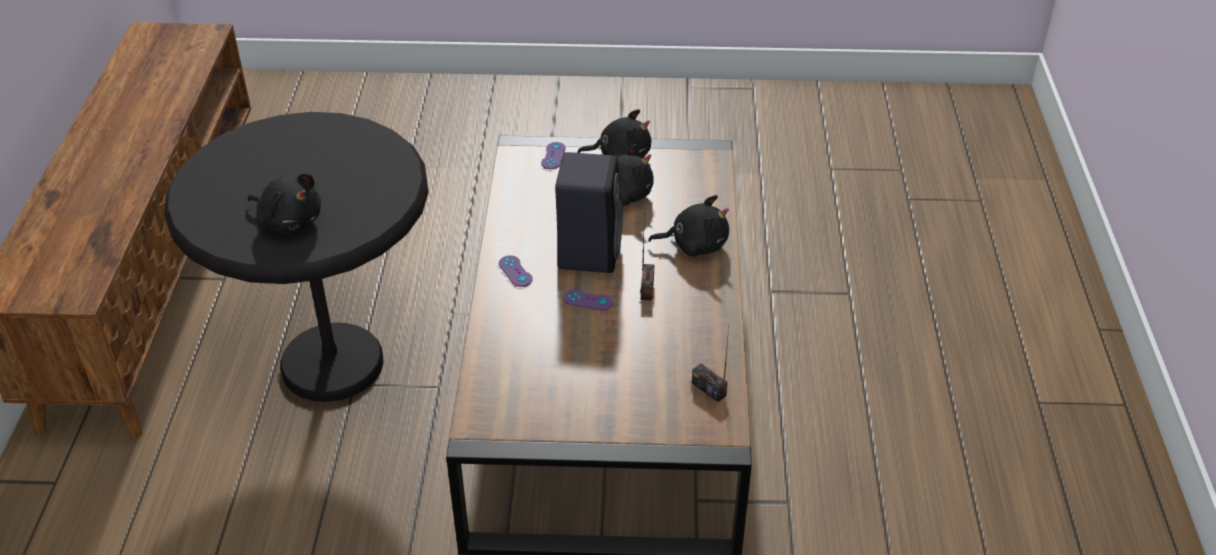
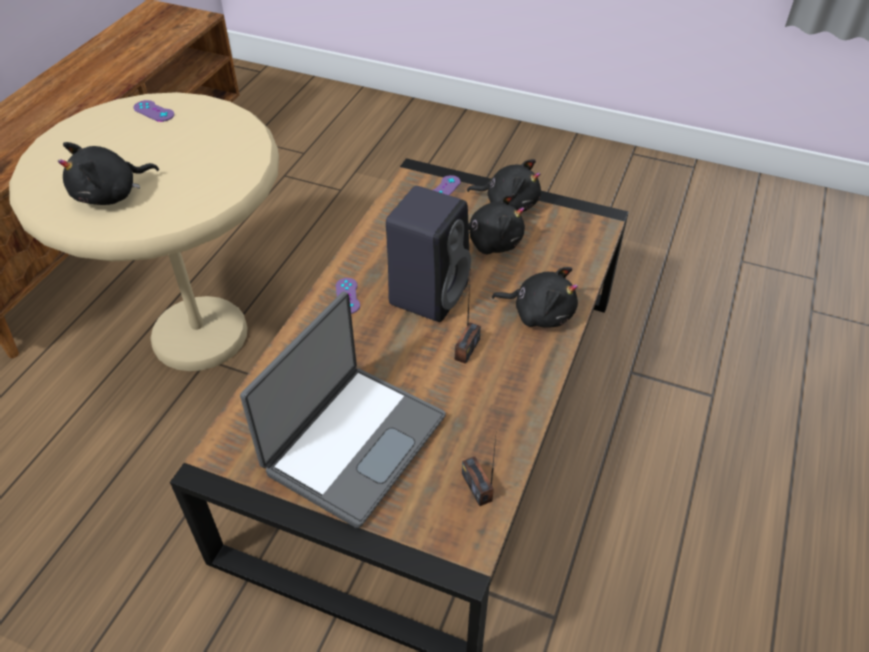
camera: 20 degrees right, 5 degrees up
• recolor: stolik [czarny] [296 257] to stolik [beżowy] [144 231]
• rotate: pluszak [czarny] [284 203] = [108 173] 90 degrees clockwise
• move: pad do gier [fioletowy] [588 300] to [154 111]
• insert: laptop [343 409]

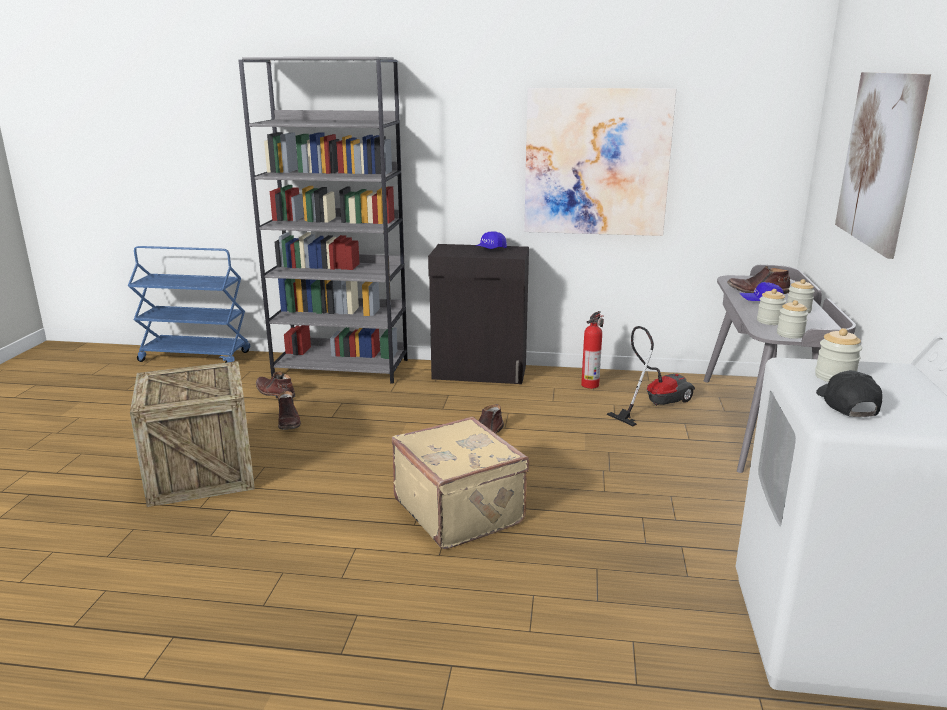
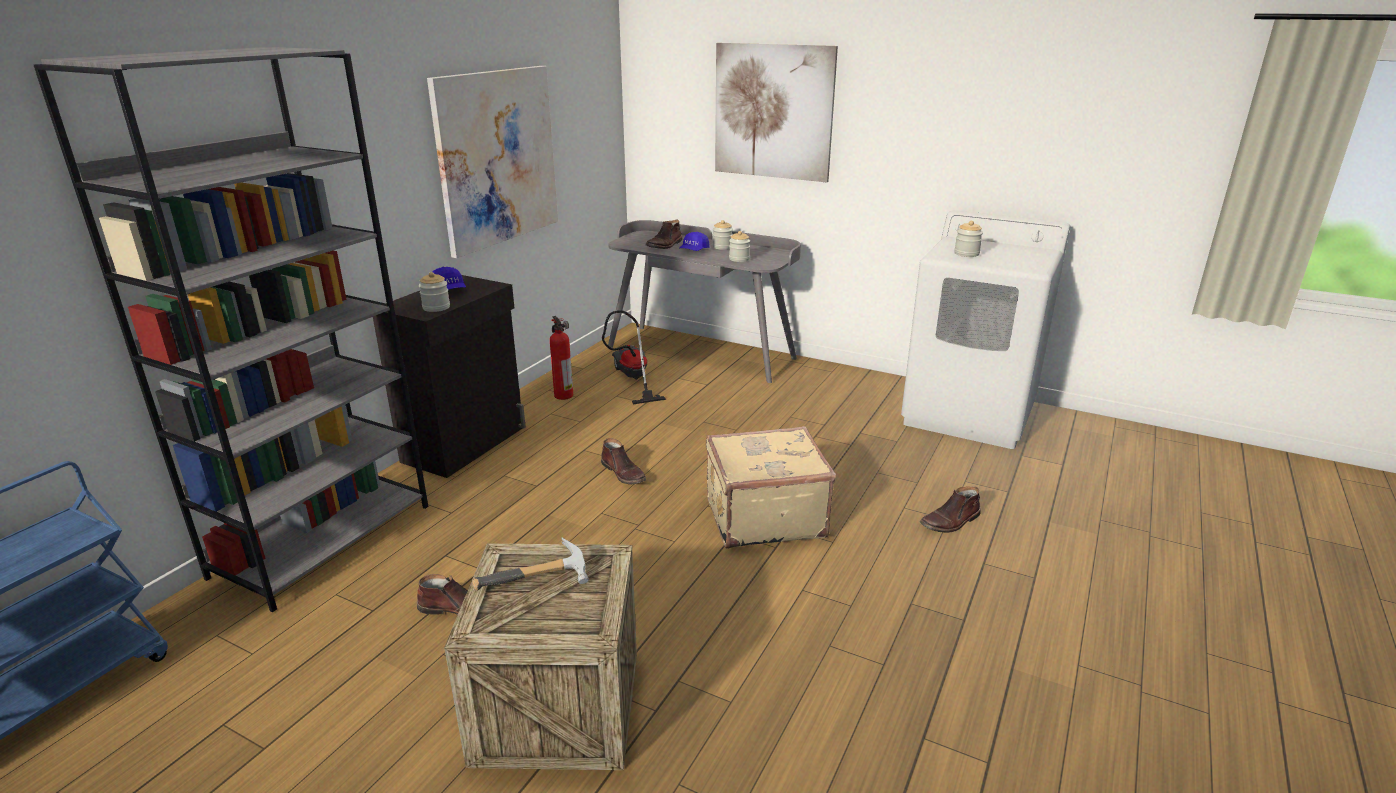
camera: 70 degrees left, 5 degrees up
• move: but z cholewką [brązowy] [275 385] to [950 510]
• move: słoik [792 319] to [434 292]
• delete: czapka z daszkiem [czarny] [849 393]
• insert: młotek [530 564]

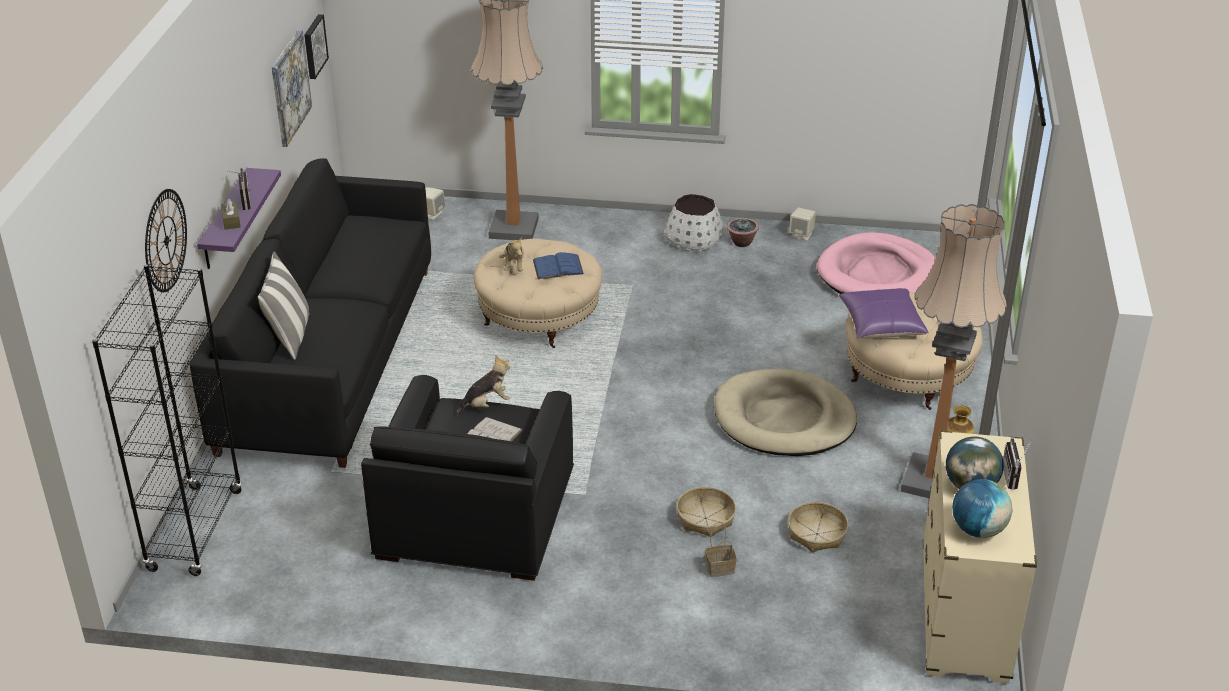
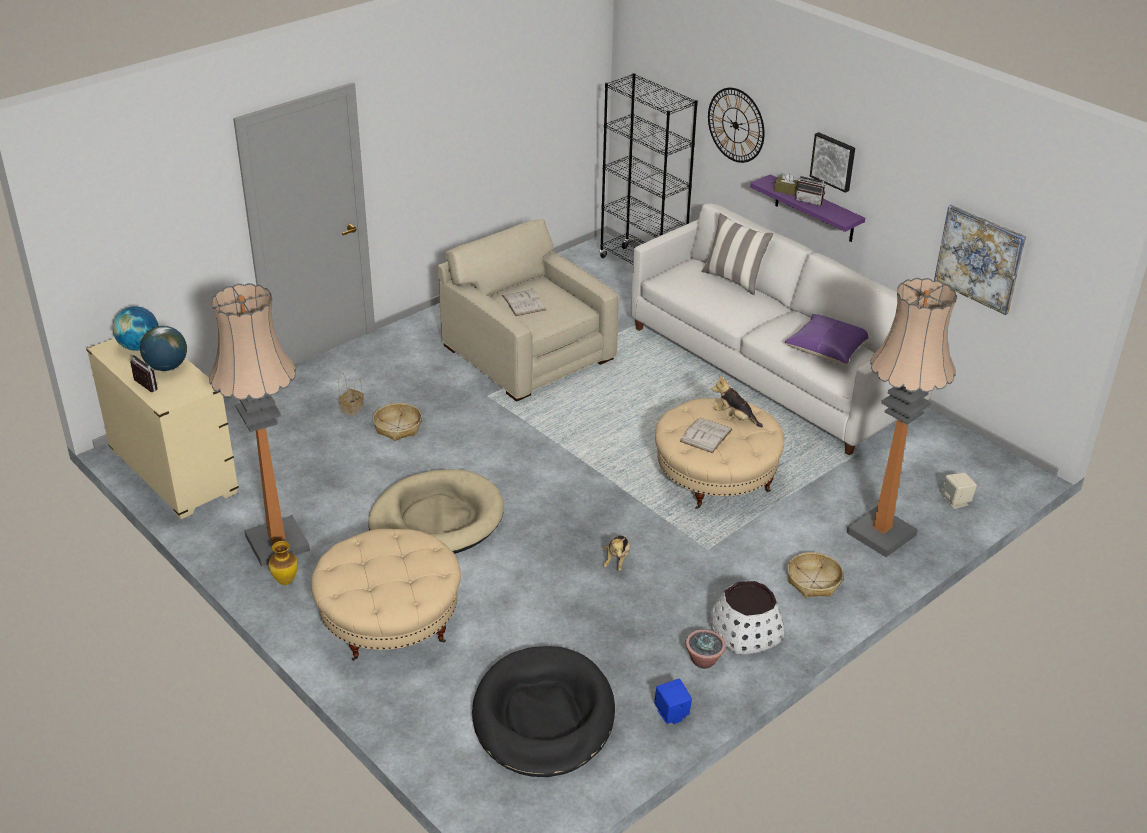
camera: 130 degrees right, 0 degrees up
• recolor: kanapa [czarny] [310 313] to kanapa [biały] [781 329]
• move: obraz [316 46] to [832 162]
• recolor: fotel [czarny] [467 478] to fotel [beżowy] [528 310]
• move: pluszak [482 385] to [616 553]
• recolor: książka [niebieski] [558 265] to książka [biały] [706 435]
• move: koszyk [818 527] to [815 575]
• recolor: głośnik [beżowy] [802 223] to głośnik [niebieski] [673 701]
• recolor: legowisko [różowy] [876 263] to legowisko [czarny] [543 711]
• move: poduszka [fioletowy] [884 313] to [826 339]

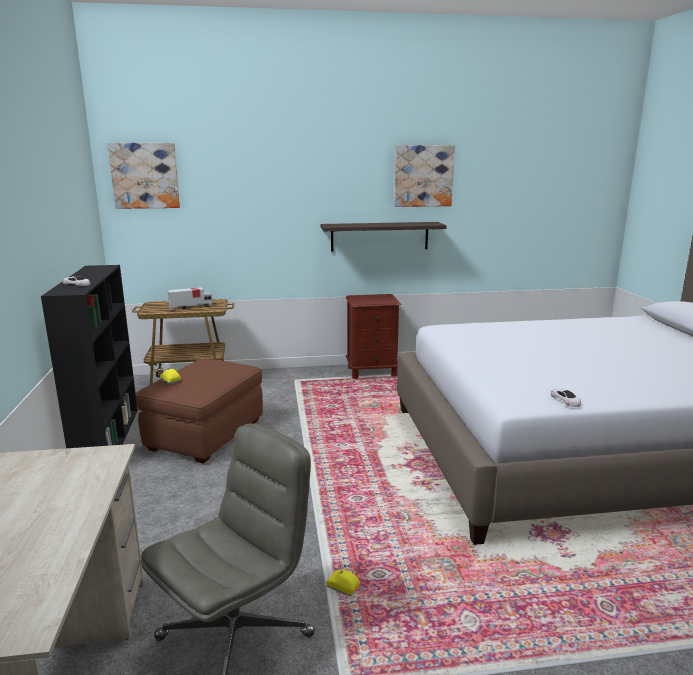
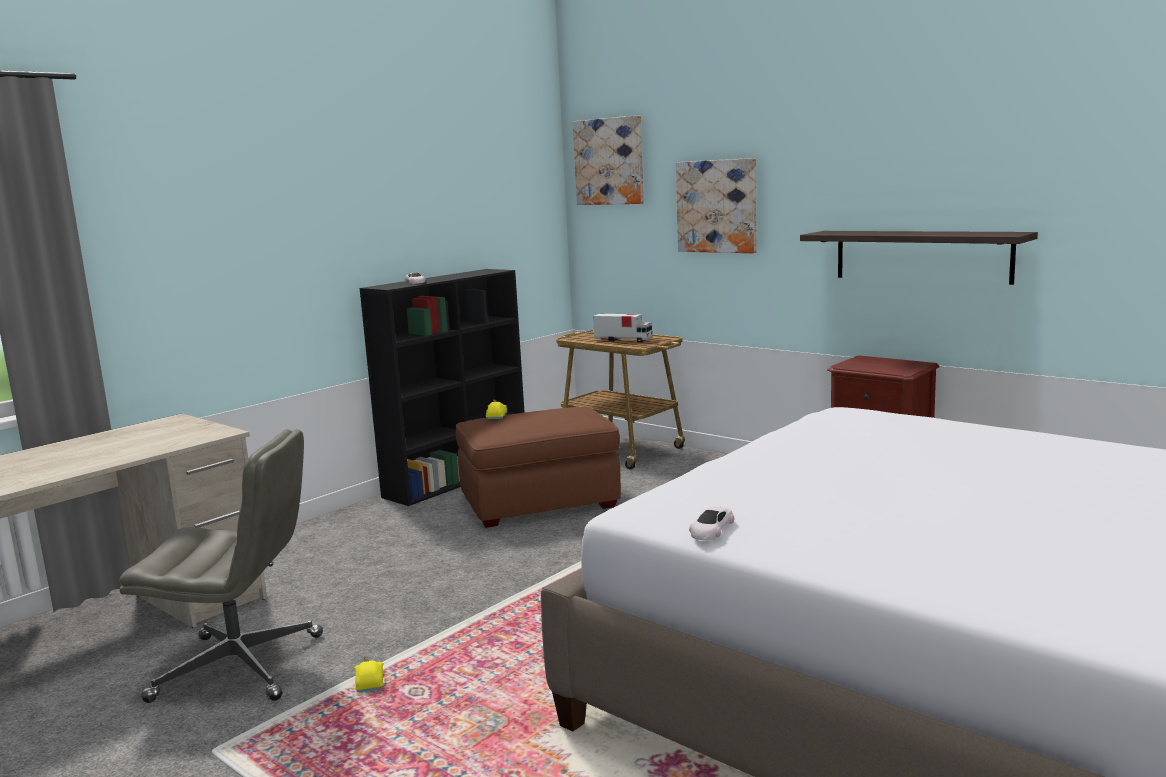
camera: 50 degrees right, 5 degrees down
• move: obraz [424 176] to [716 205]

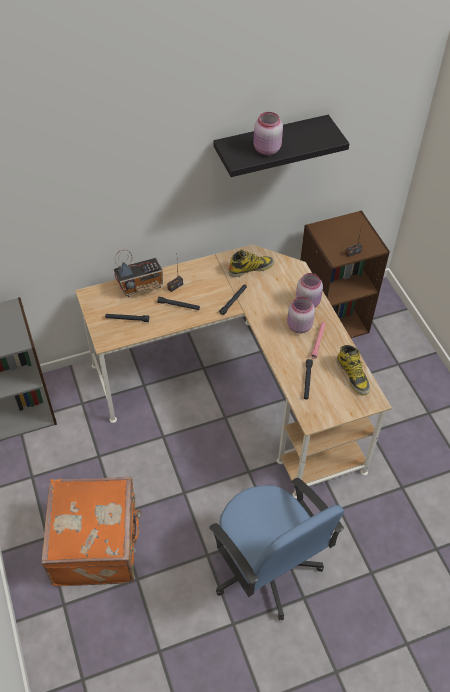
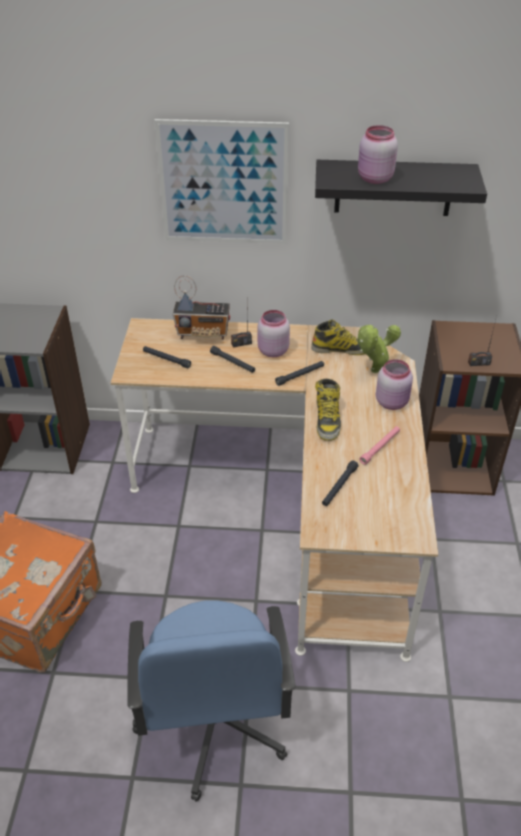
camera: 25 degrees right, 10 degrees down
• move: słoik [różowy] [301 315] to [274 333]
• move: but z cholewką [353 370] to [328 410]
• insert: obraz [221 181]
• insert: roślina doniczkowa [379 349]

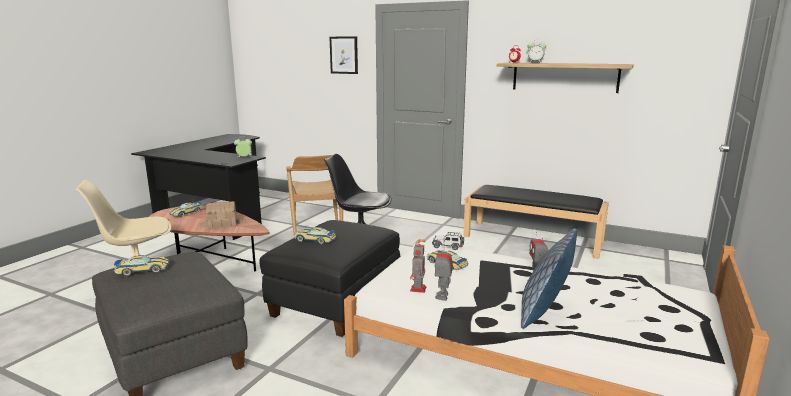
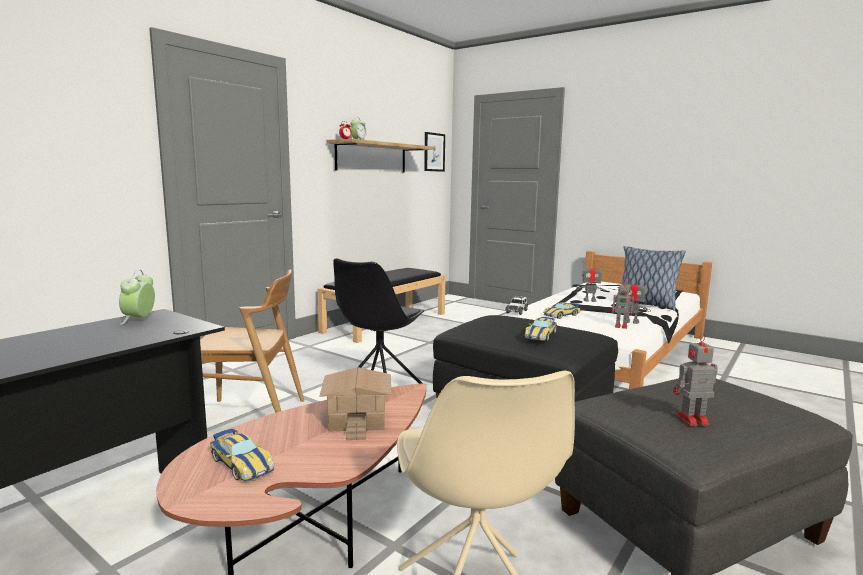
camera: 80 degrees left, 5 degrees down
• replace: samochodzik [141 265] to robot zabawkowy [695 380]
• move: obraz [344 55] to [434 152]

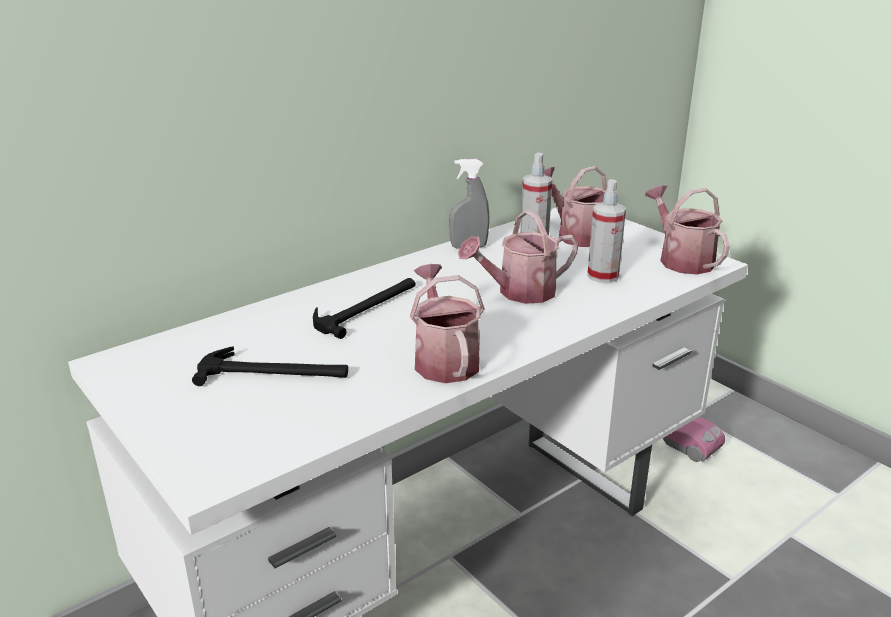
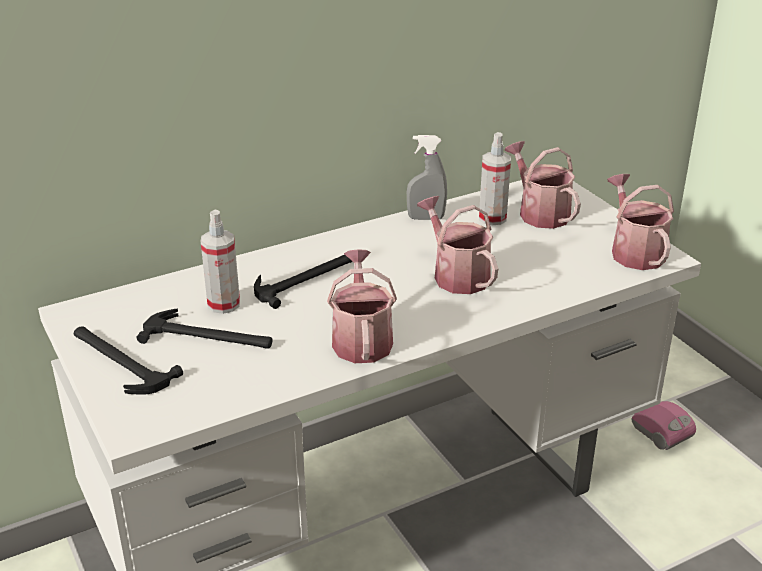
camera: 10 degrees right, 5 degrees up
• rotate: konewka [518 257] = [457 245] 75 degrees clockwise
• move: spryskiwacz [606 231] to [220 262]
• insert: młotek [128 360]

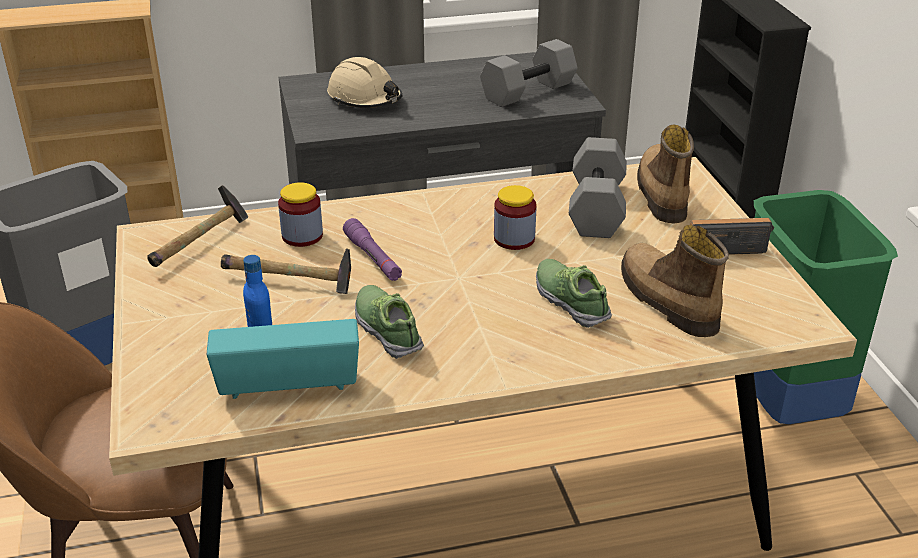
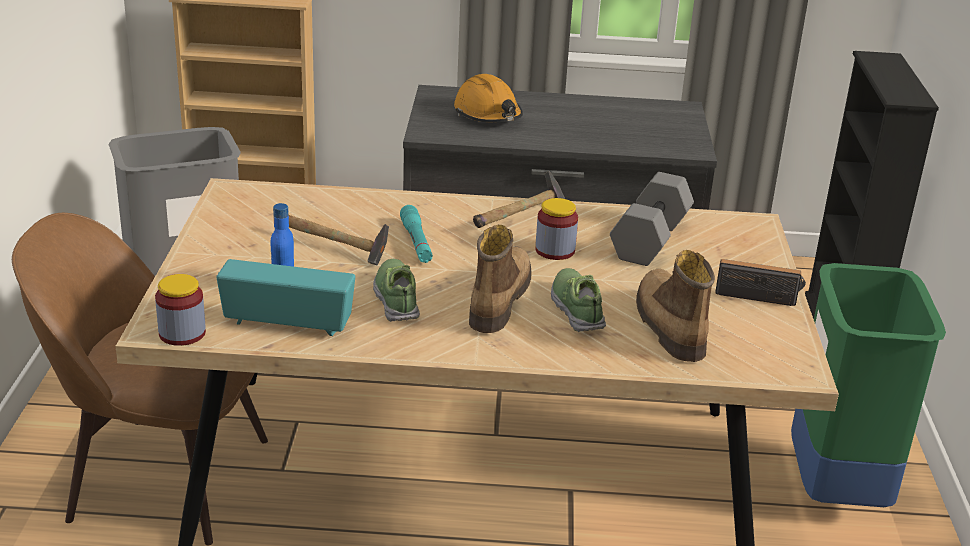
camera: 15 degrees right, 5 degrees down
• move: młotek [197 226] to [519 199]
• move: słoik [300 214] to [180 310]
• recolor: kask [beżowy] [364 82] to kask [pomarańczowy] [488 98]
• recolor: latarka [fioletowy] [372 249] to latarka [turkusowy] [416 234]
• delete: hantel [szary] [529 73]
• move: but z cholewką [665 174] to [500 279]

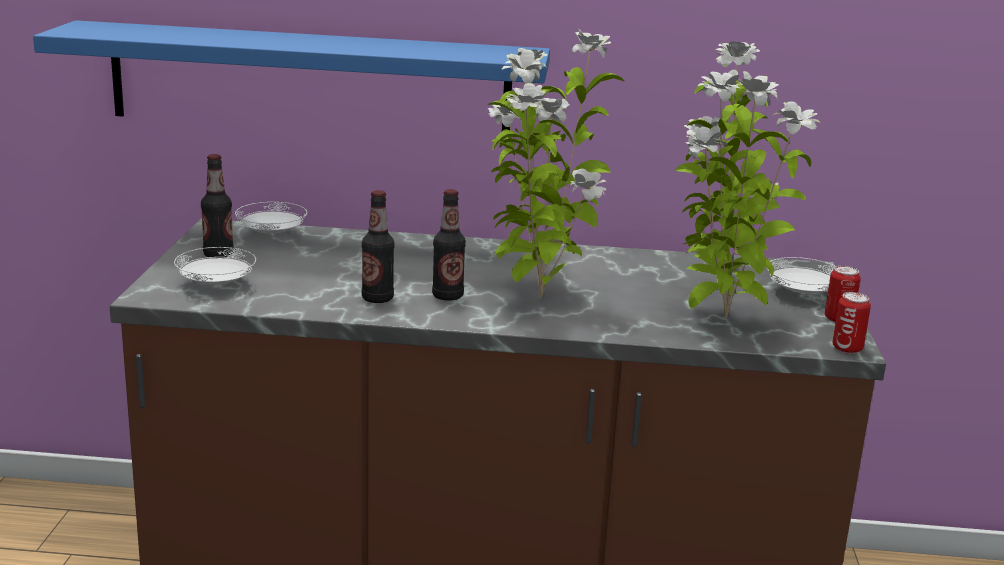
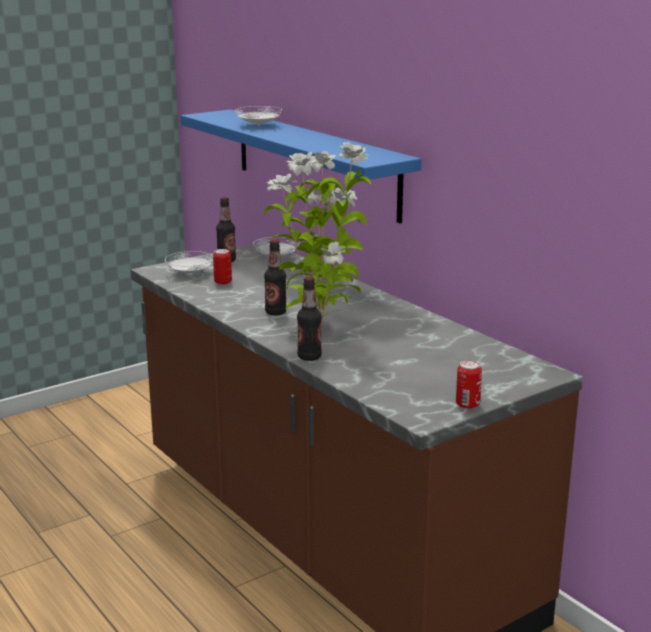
camera: 50 degrees right, 0 degrees up
• move: butelka [378 246] to [309 319]
• delete: roślina doniczkowa [747 179]
• move: talerz [biały] [801 275] to [258 116]
• move: puszka [851 323] to [222 267]

